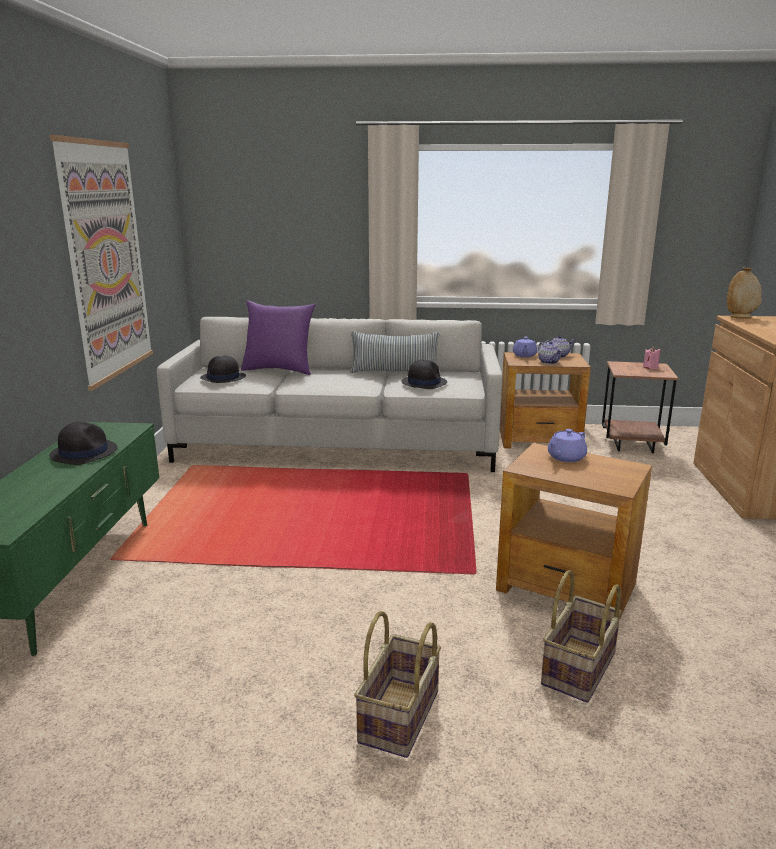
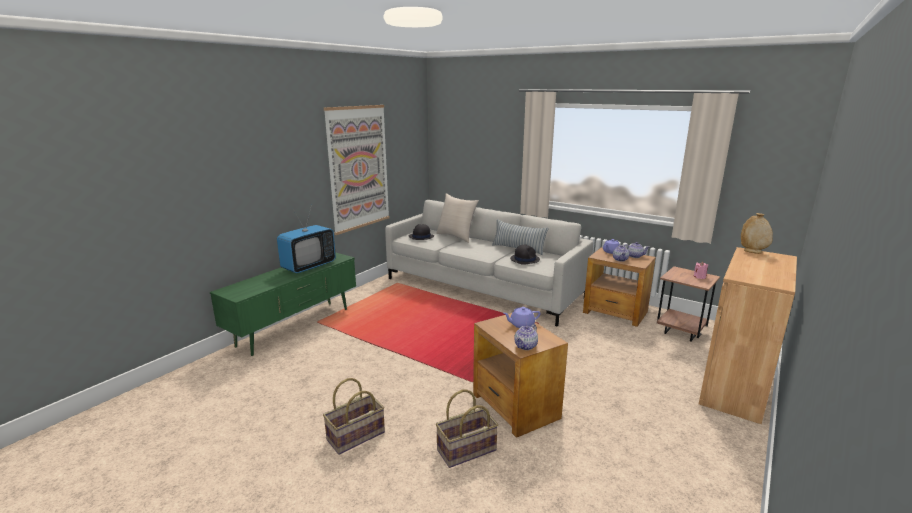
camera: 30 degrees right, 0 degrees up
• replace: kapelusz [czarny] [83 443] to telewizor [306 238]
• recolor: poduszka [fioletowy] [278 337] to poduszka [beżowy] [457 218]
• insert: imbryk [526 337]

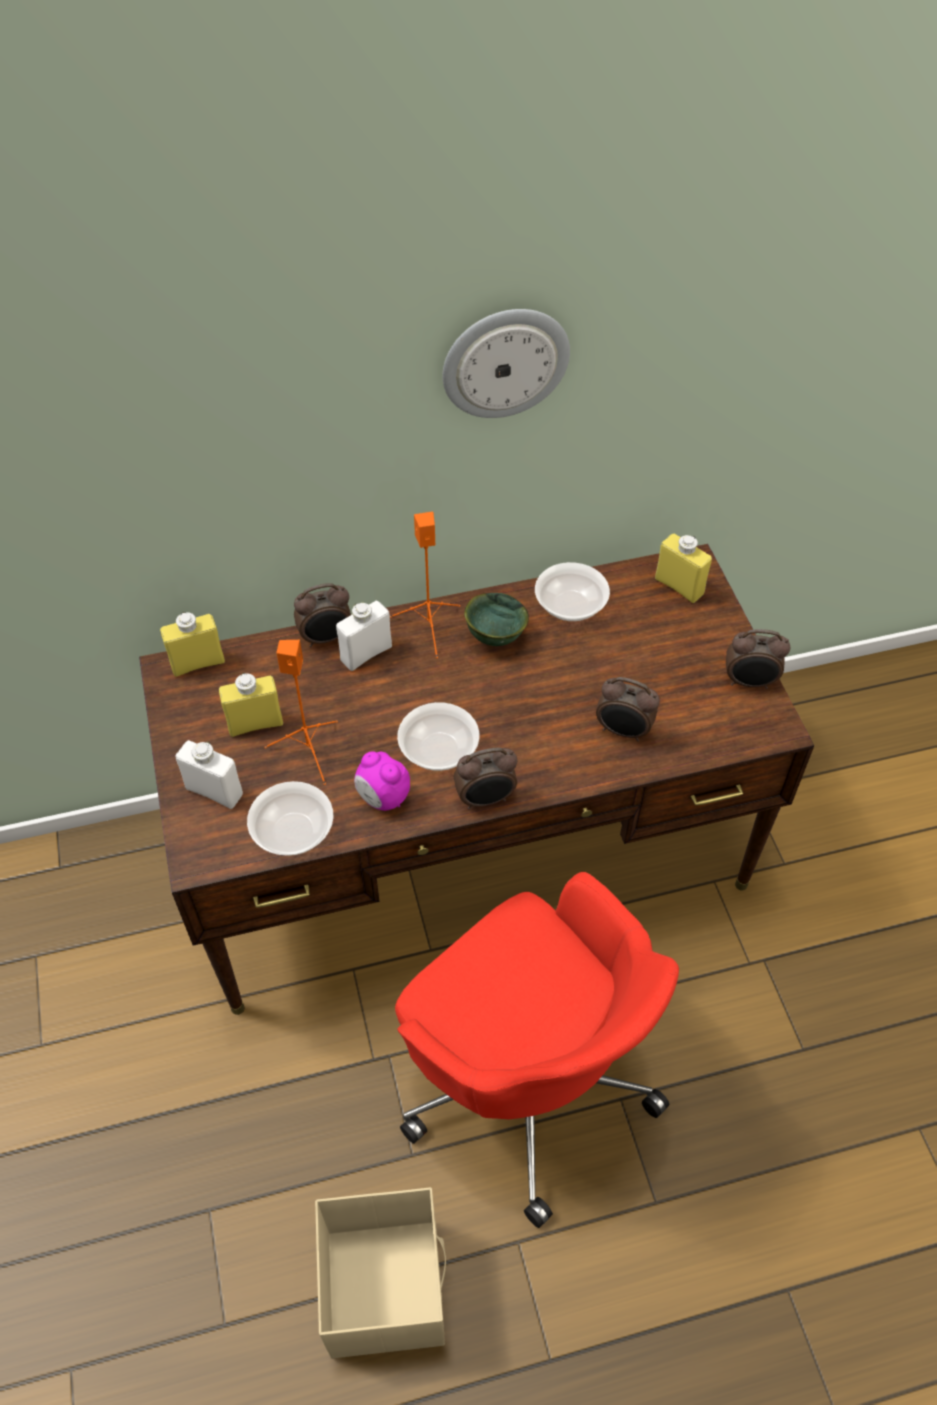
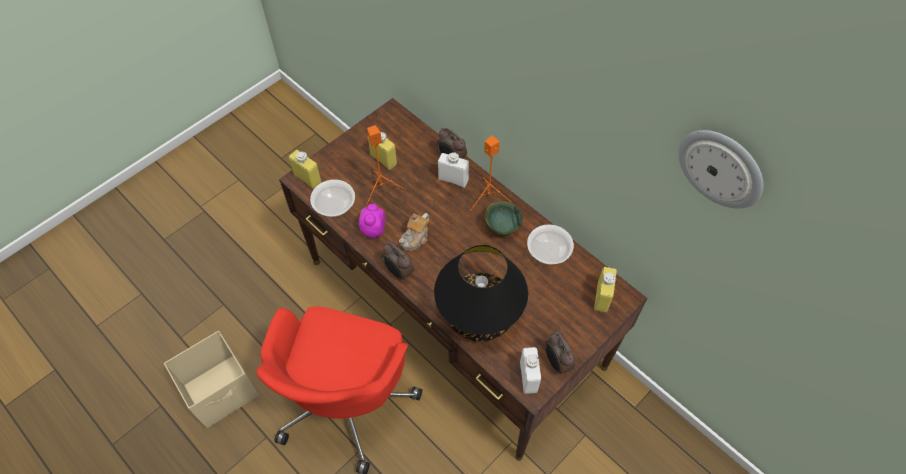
camera: 60 degrees right, 5 degrees up
• move: butelka [żółty] [192 644] to [305 169]
• move: butelka [biały] [209 774] to [530 370]
• replace: miska [438 736] to imbryk [414 232]
• move: zegar ścienny [506 363] to [721 169]
• replace: budzik [628 709] to lampa stołowa [czarny] [481 293]

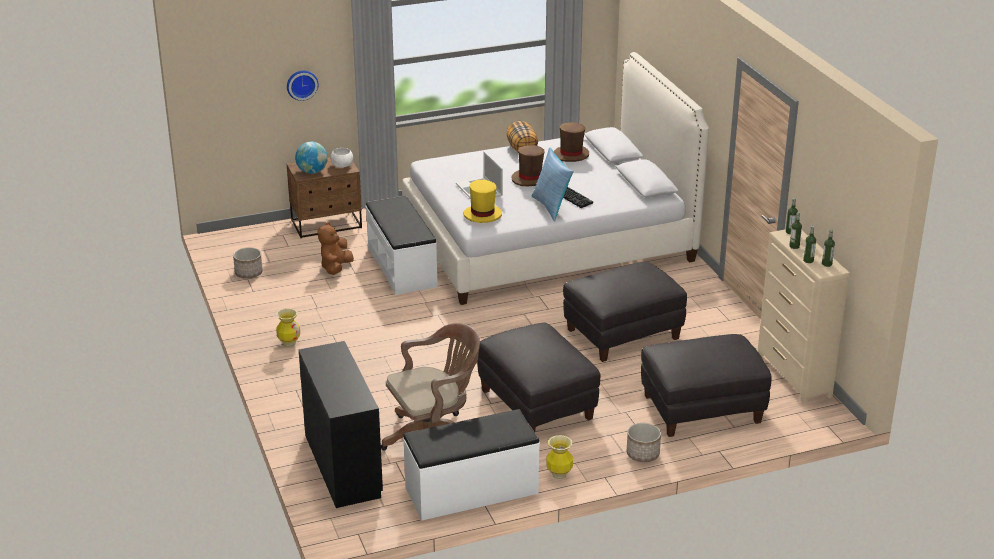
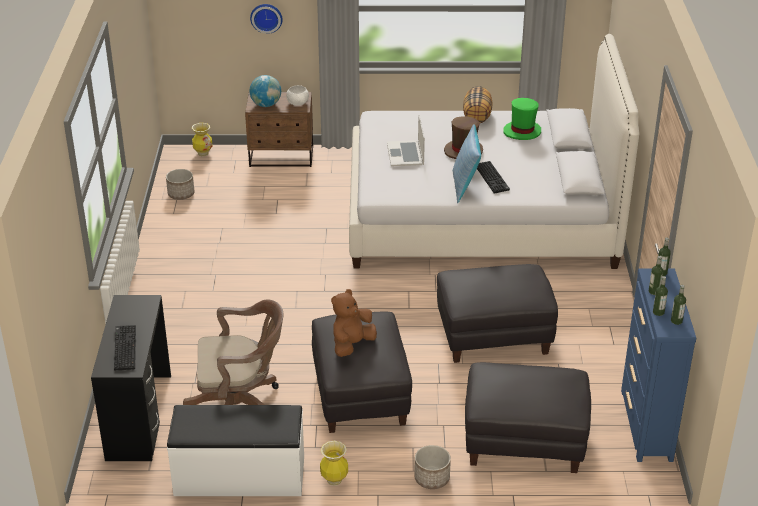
camera: 20 degrees right, 5 degrees up
• move: wazon [288 327] to [202 139]
• move: pluszak [brązowy] [336 248] to [354 323]
• delete: ławka [biały] [401 245]
• delete: kapelusz [żółty] [482 201]
• recolor: kapelusz [brązowy] [571 142] to kapelusz [zielony] [522 119]
• recolor: komoda [beżowy] [804 316] to komoda [niebieski] [658 365]
• insert: klawiatura [125 347]

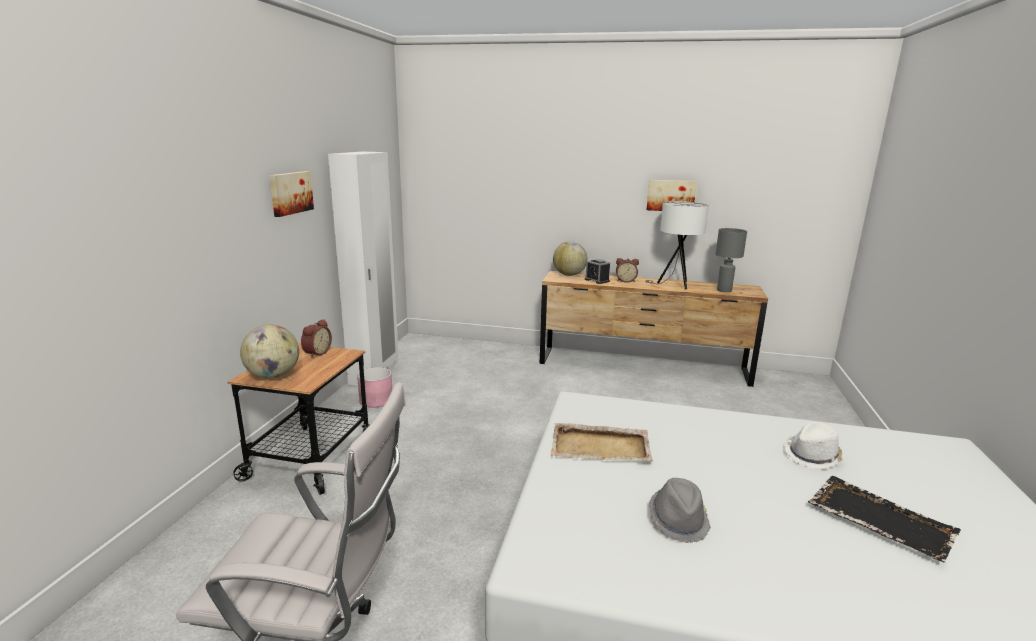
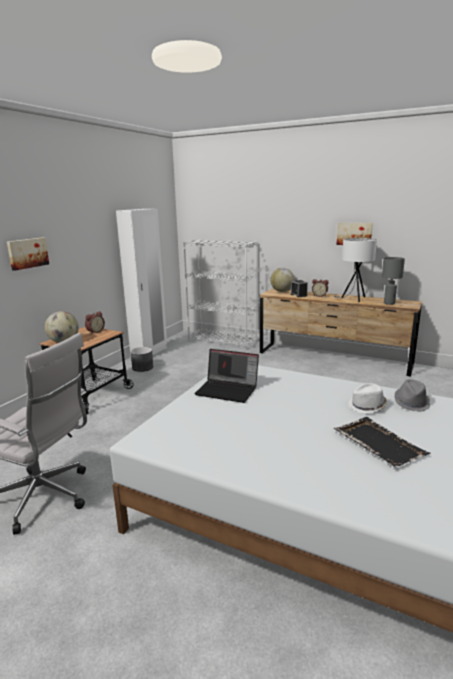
camera: 15 degrees right, 0 degrees up
• move: obraz [291 194] to [28 254]
• recolor: donica [różowy] [374 387] to donica [szary] [141 359]
• replace: taca [beżowy] [601 442] to laptop [226 376]
• move: kapelusz [szary] [680 510] to [412 395]
• insert: regał [biały] [220 294]

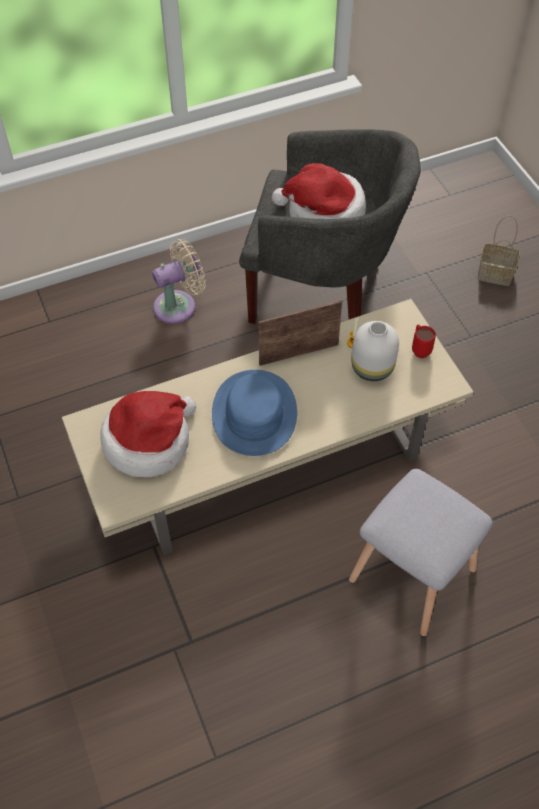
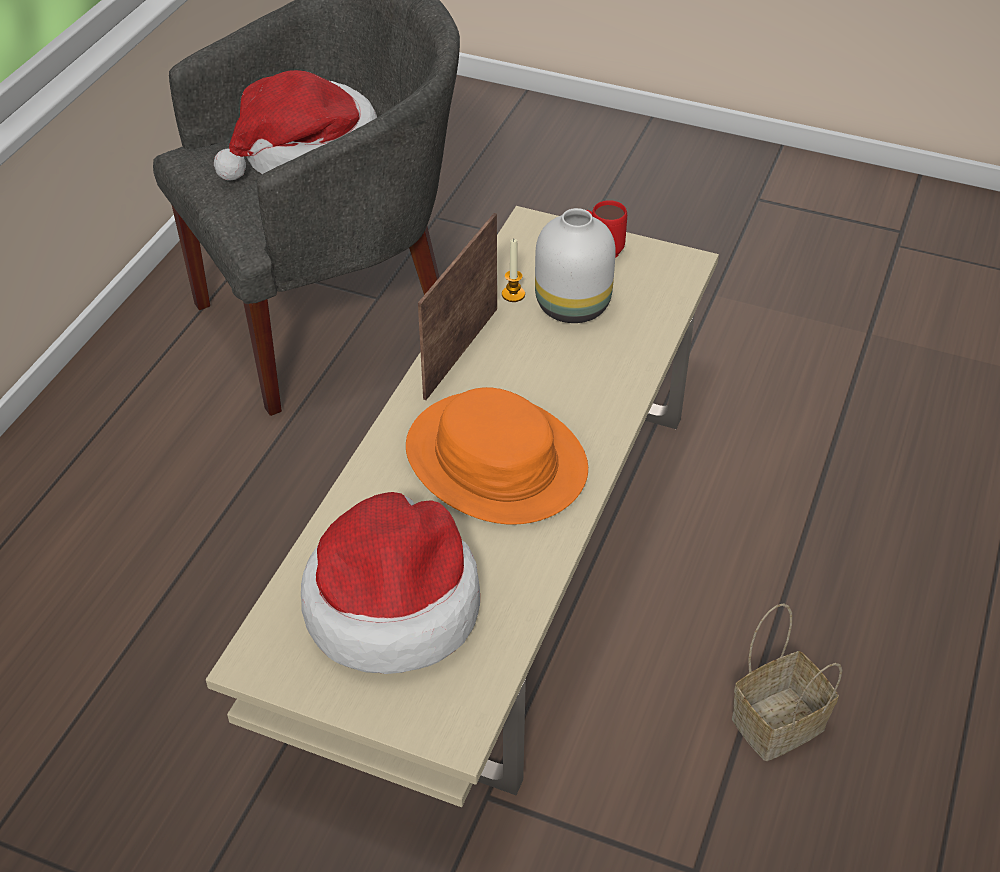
camera: 45 degrees left, 10 degrees down
• delete: wentylator [beżowy] [179 281]
• recolor: kapelusz [niebieski] [254 413] to kapelusz [pomarańczowy] [497 456]
• delete: stołek [szary] [421 553]
• move: koszyk [499 251] to [787 682]

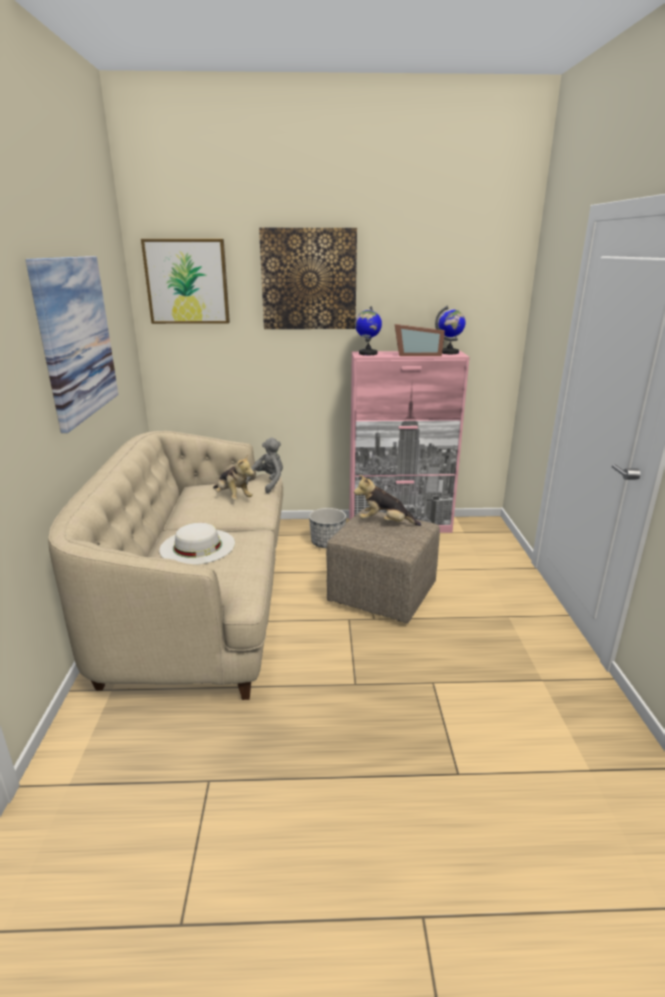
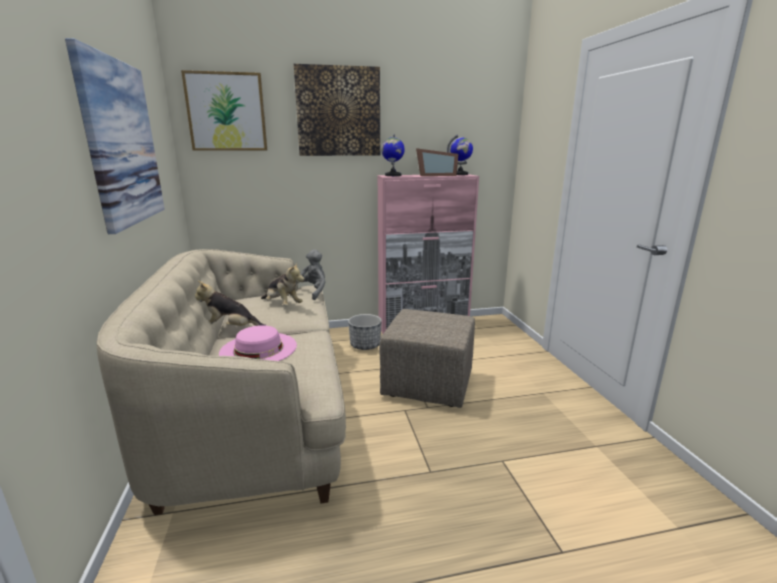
camera: 10 degrees left, 5 degrees down
• recolor: kapelusz [biały] [197 544] to kapelusz [różowy] [258 343]
• move: pluszak [387 500] to [231 303]

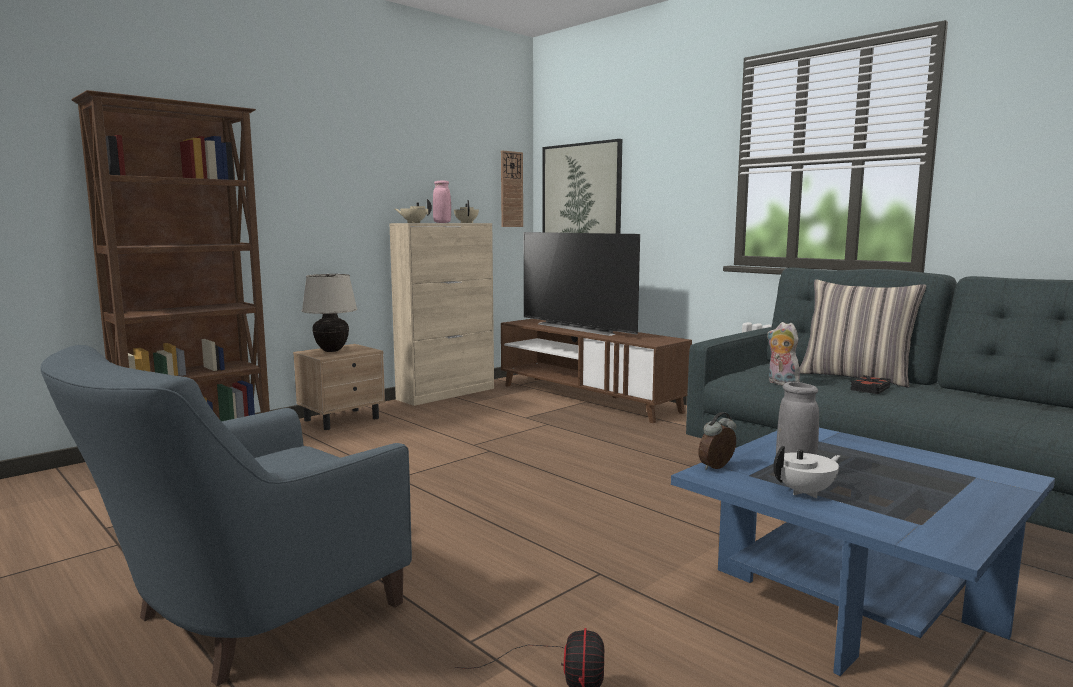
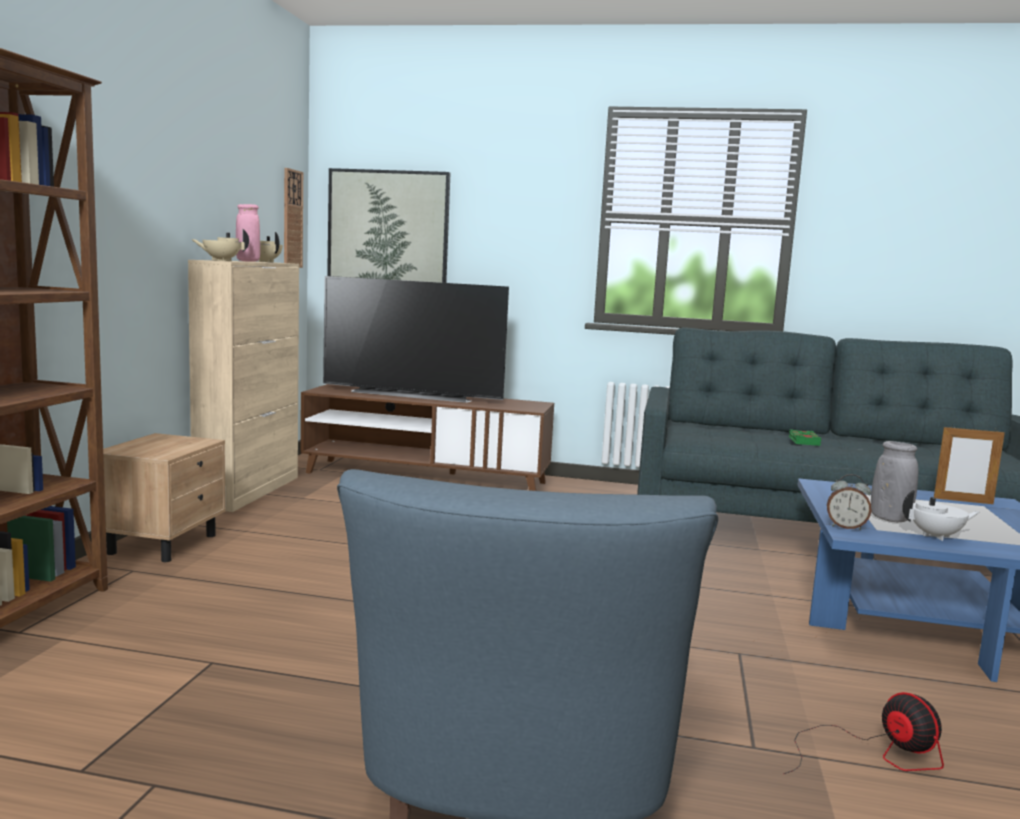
camera: 35 degrees left, 0 degrees up
• delete: lampa stołowa [beżowy] [330 313]
• rotate: budzik [717 441] = [849 502] 90 degrees counterclockwise
• delete: pluszak [783 354]
• rotate: imbryk [biały] [806 471] = [941 515] 60 degrees clockwise
• delete: poduszka [862 333]
• recolor: książka [czarny] [870 384] to książka [zielony] [805 437]
• insert: ramka na zdjęcie [969 464]

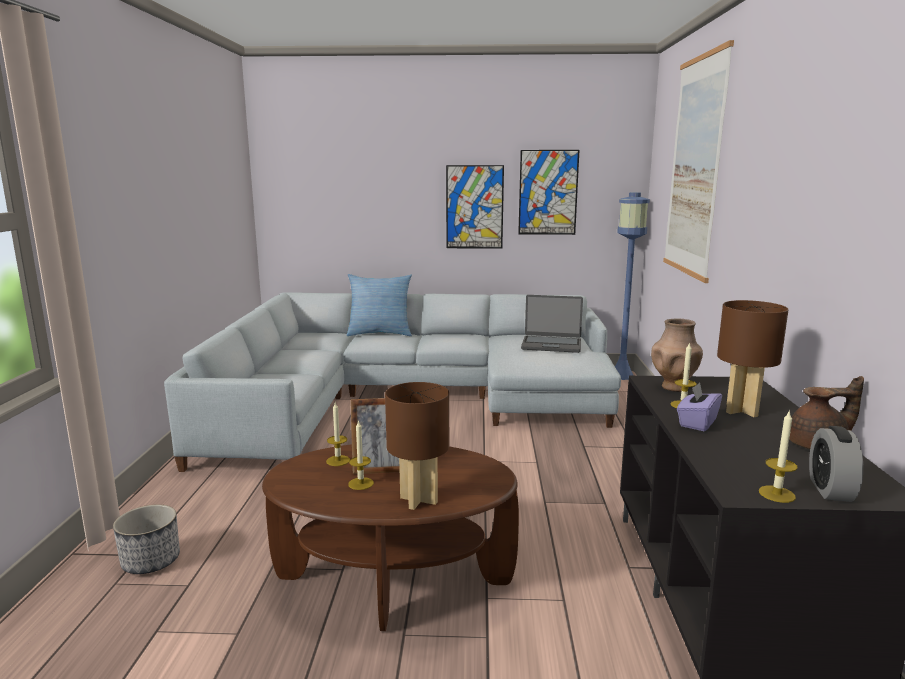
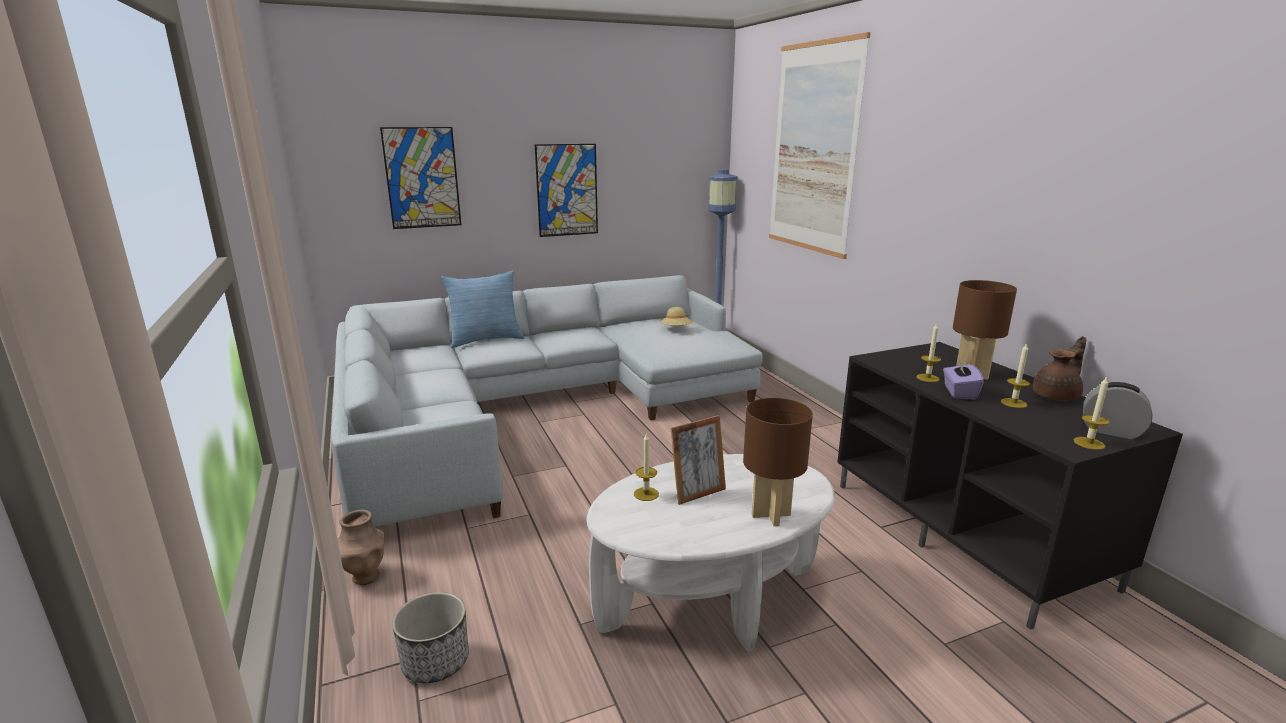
camera: 25 degrees left, 5 degrees up
• recolor: ława [brązowy] [390 537] to ława [biały] [711 552]
• move: świeca [361 455] to [1015 375]
• move: obraz [548 192] to [420 178]
• replace: laptop [552 324] to kapelusz [beżowy] [676 316]
• move: wazon [brązowy] [677 355] to [361 547]
• rotate: budzik [836 464] = [1118 410] 135 degrees clockwise

